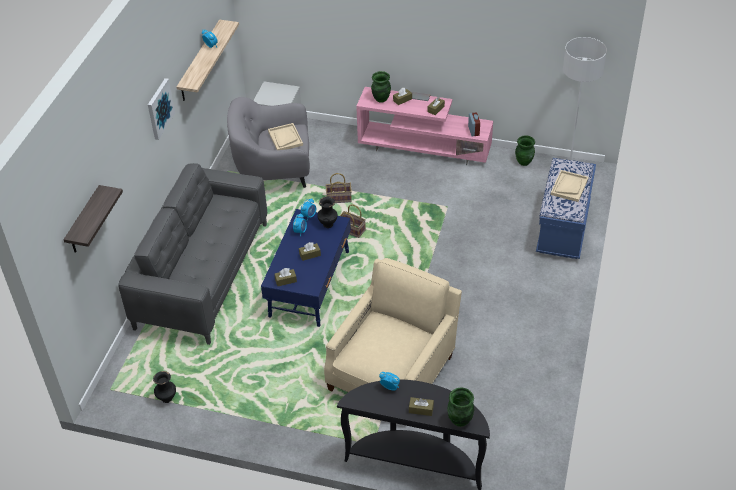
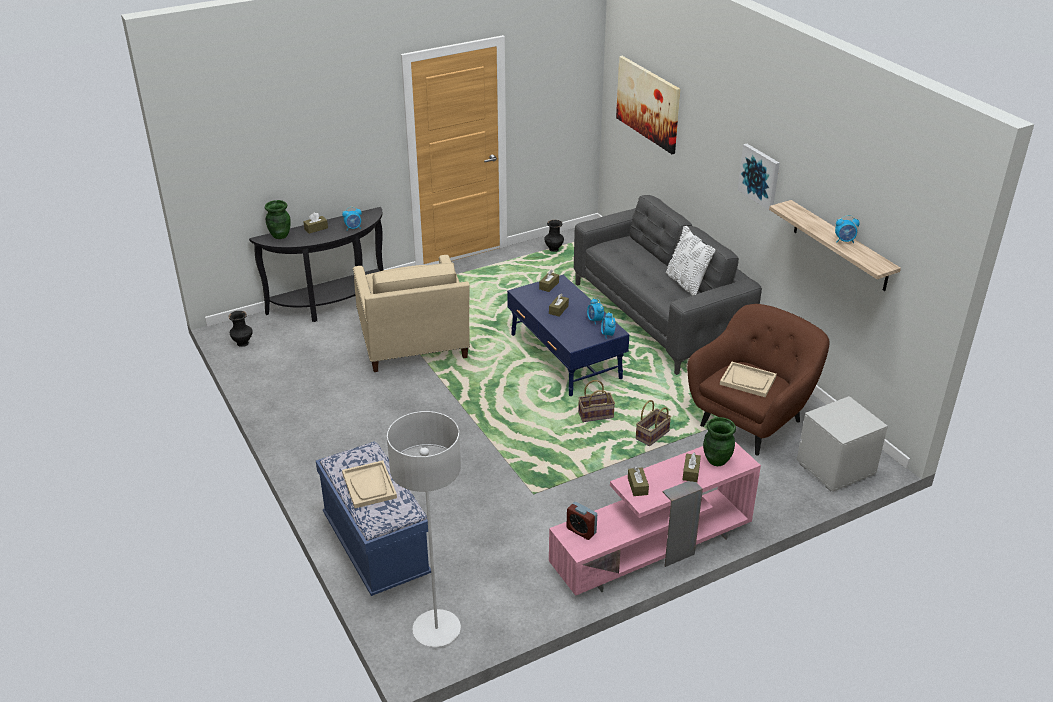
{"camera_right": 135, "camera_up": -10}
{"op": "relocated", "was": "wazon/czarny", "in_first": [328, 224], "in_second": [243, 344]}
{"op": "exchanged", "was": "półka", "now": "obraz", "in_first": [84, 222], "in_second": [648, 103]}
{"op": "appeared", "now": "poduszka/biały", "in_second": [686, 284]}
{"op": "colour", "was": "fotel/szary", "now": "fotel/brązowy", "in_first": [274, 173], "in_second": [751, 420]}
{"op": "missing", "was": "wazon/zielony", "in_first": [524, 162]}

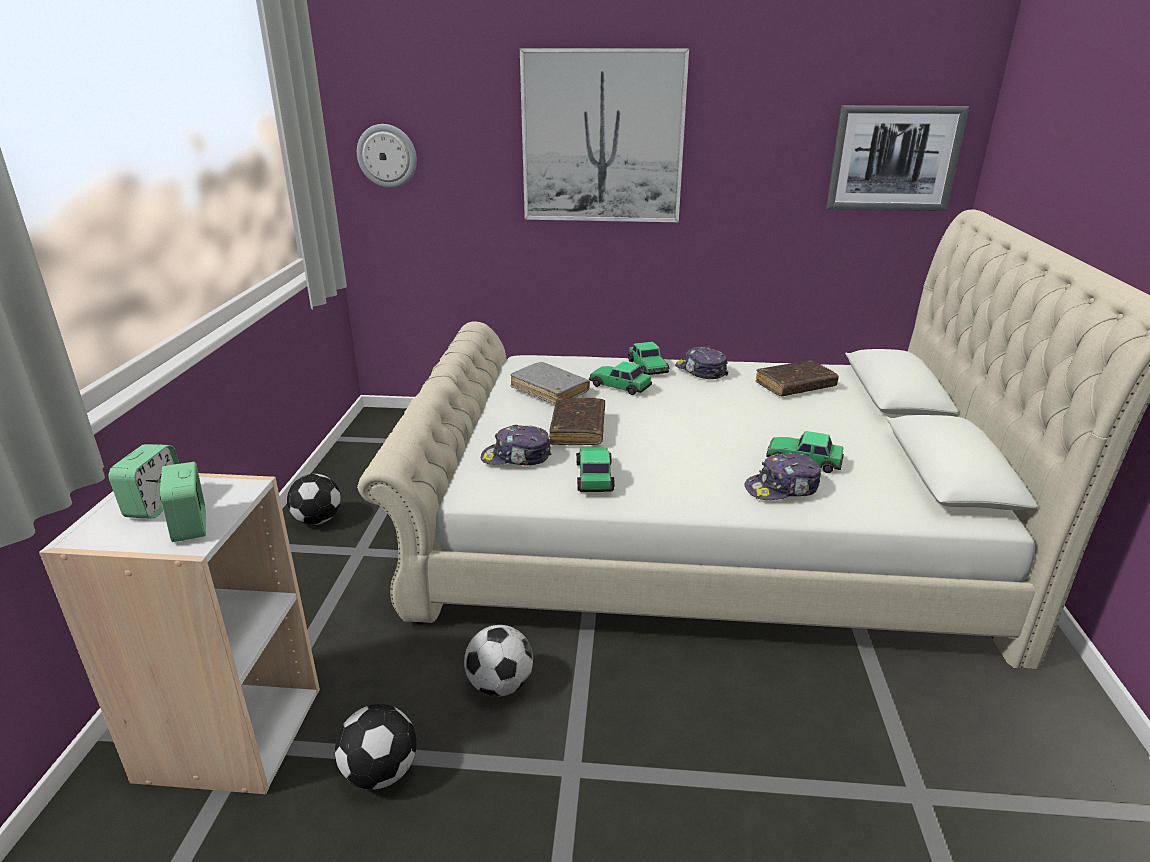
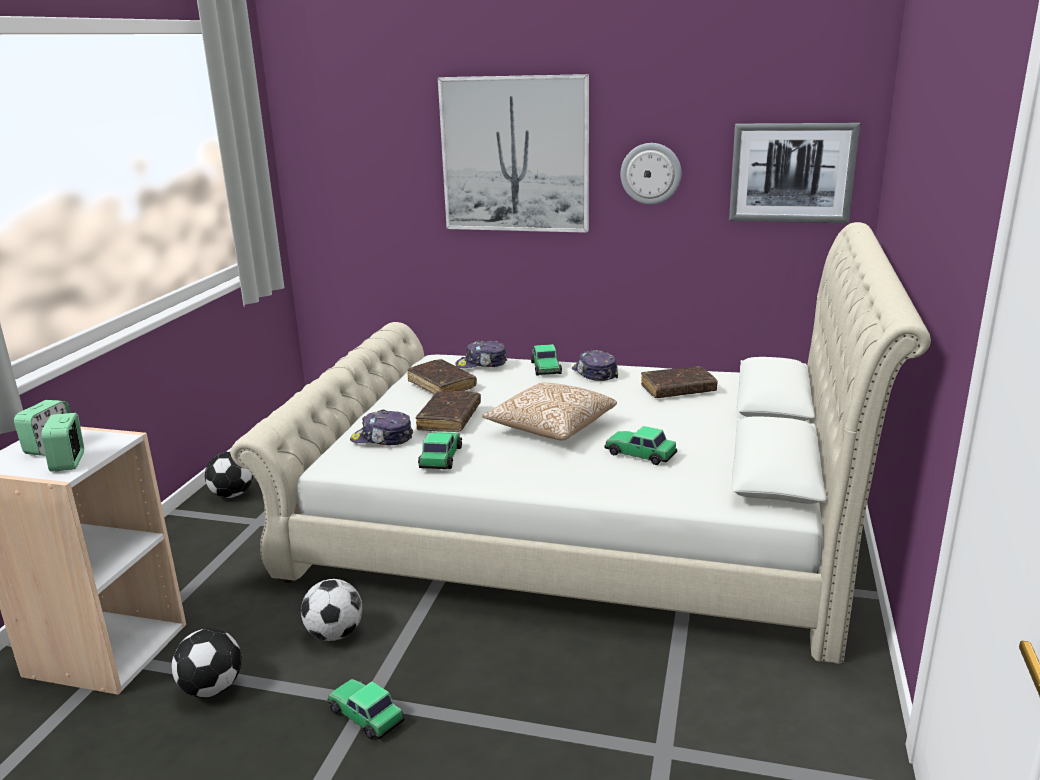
{"camera_right": 10, "camera_up": -5}
{"op": "relocated", "was": "samochodzik", "in_first": [619, 386], "in_second": [365, 715]}
{"op": "colour", "was": "książka/szary", "now": "książka/brązowy", "in_first": [549, 390], "in_second": [441, 385]}
{"op": "relocated", "was": "czapka z daszkiem", "in_first": [782, 488], "in_second": [481, 364]}
{"op": "appeared", "now": "poduszka", "in_second": [551, 427]}
{"op": "relocated", "was": "zegar ścienny", "in_first": [387, 156], "in_second": [650, 173]}

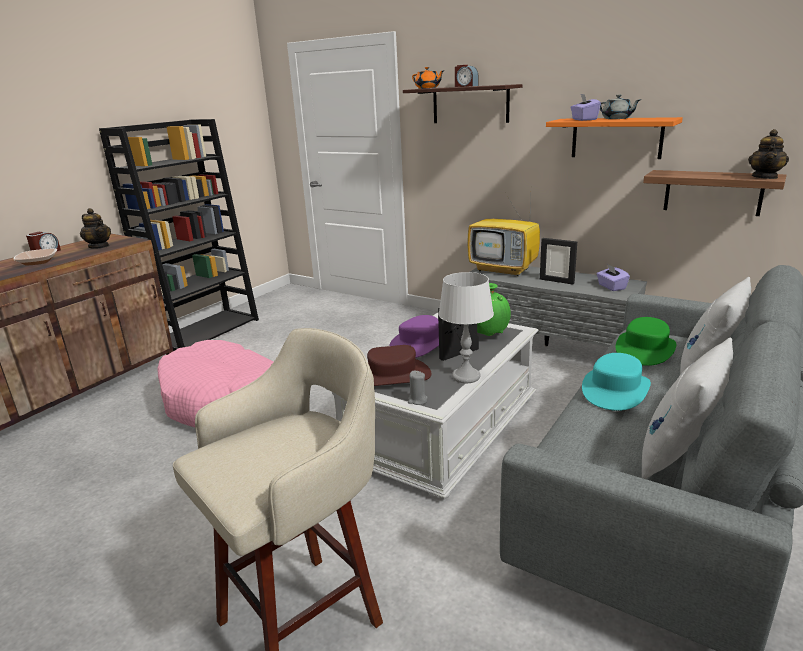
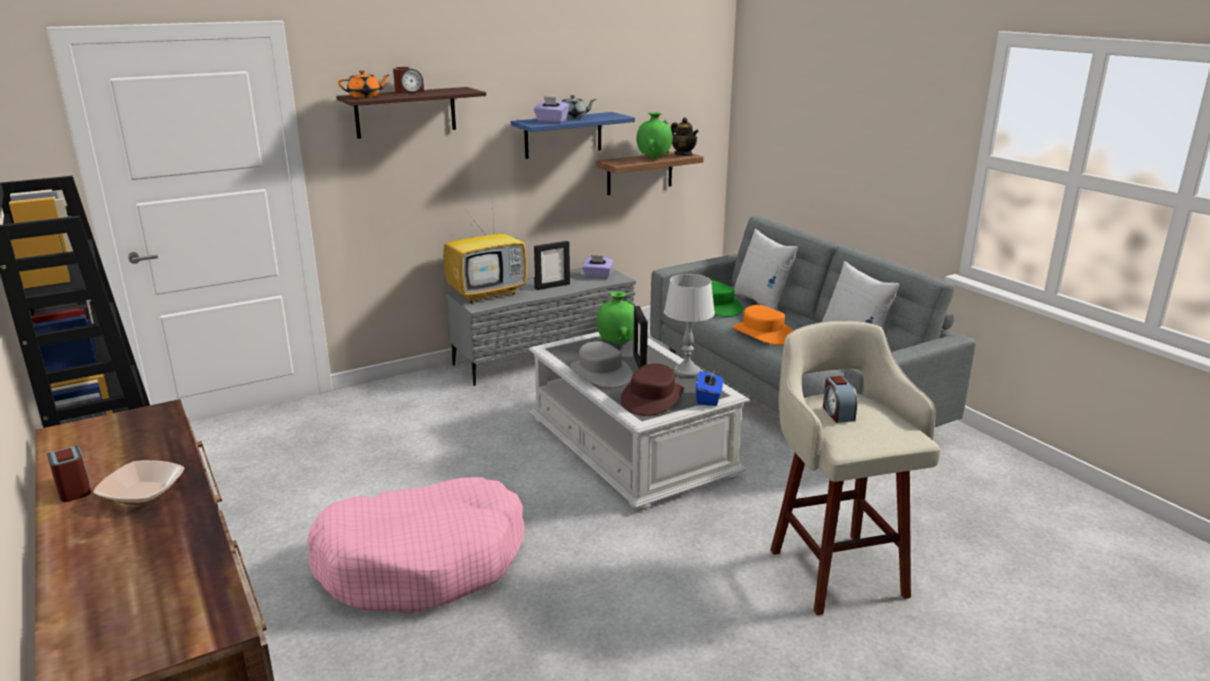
{"camera_right": -65, "camera_up": 0}
{"op": "colour", "was": "półka/pomarańczowy", "now": "półka/niebieski", "in_first": [616, 138], "in_second": [563, 135]}
{"op": "colour", "was": "kapelusz/fioletowy", "now": "kapelusz/szary", "in_first": [420, 344], "in_second": [600, 373]}
{"op": "appeared", "now": "wazon/zielony", "in_second": [654, 158]}
{"op": "exchanged", "was": "świeca/szary", "now": "pudełko chusteczek/niebieski", "in_first": [417, 400], "in_second": [708, 398]}
{"op": "colour", "was": "kapelusz/turkusowy", "now": "kapelusz/pomarańczowy", "in_first": [615, 390], "in_second": [763, 333]}
{"op": "appeared", "now": "budzik", "in_second": [837, 413]}
{"op": "missing", "was": "imbryk", "in_first": [99, 246]}

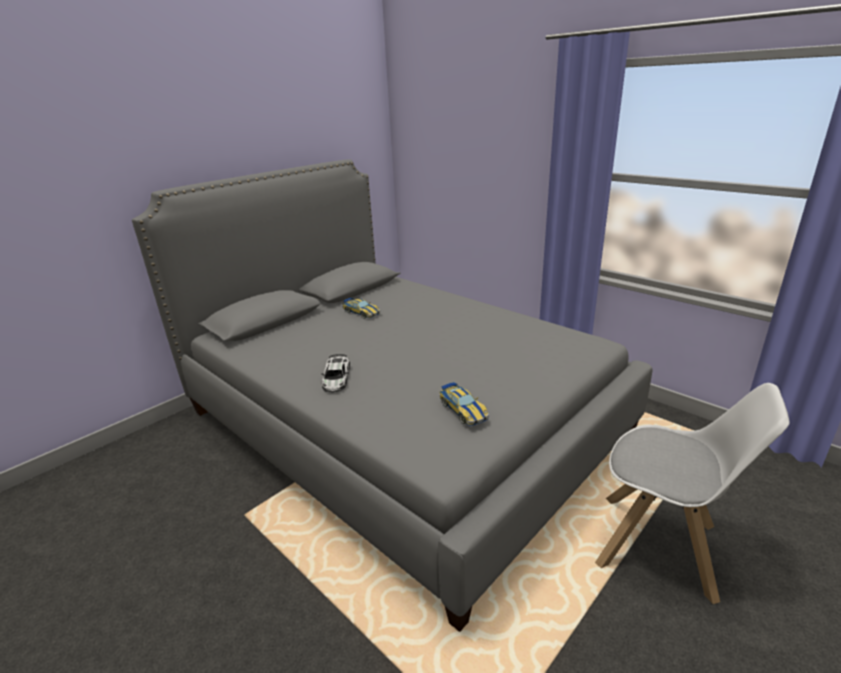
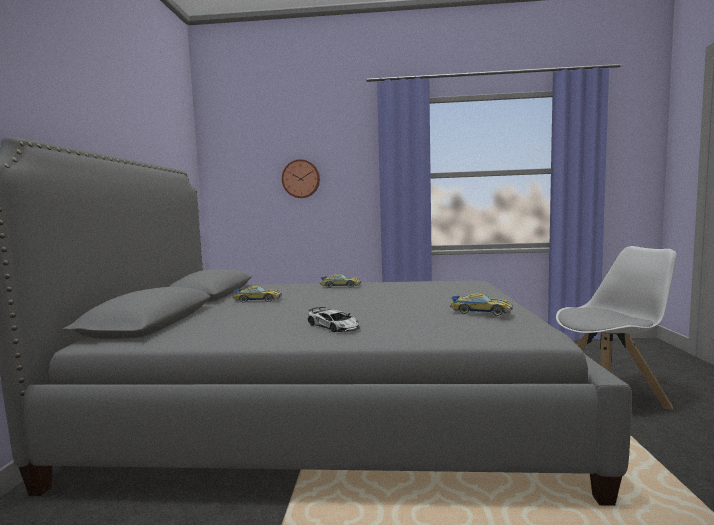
{"camera_right": -40, "camera_up": -20}
{"op": "appeared", "now": "zegar ścienny", "in_second": [301, 179]}
{"op": "appeared", "now": "samochodzik", "in_second": [340, 286]}

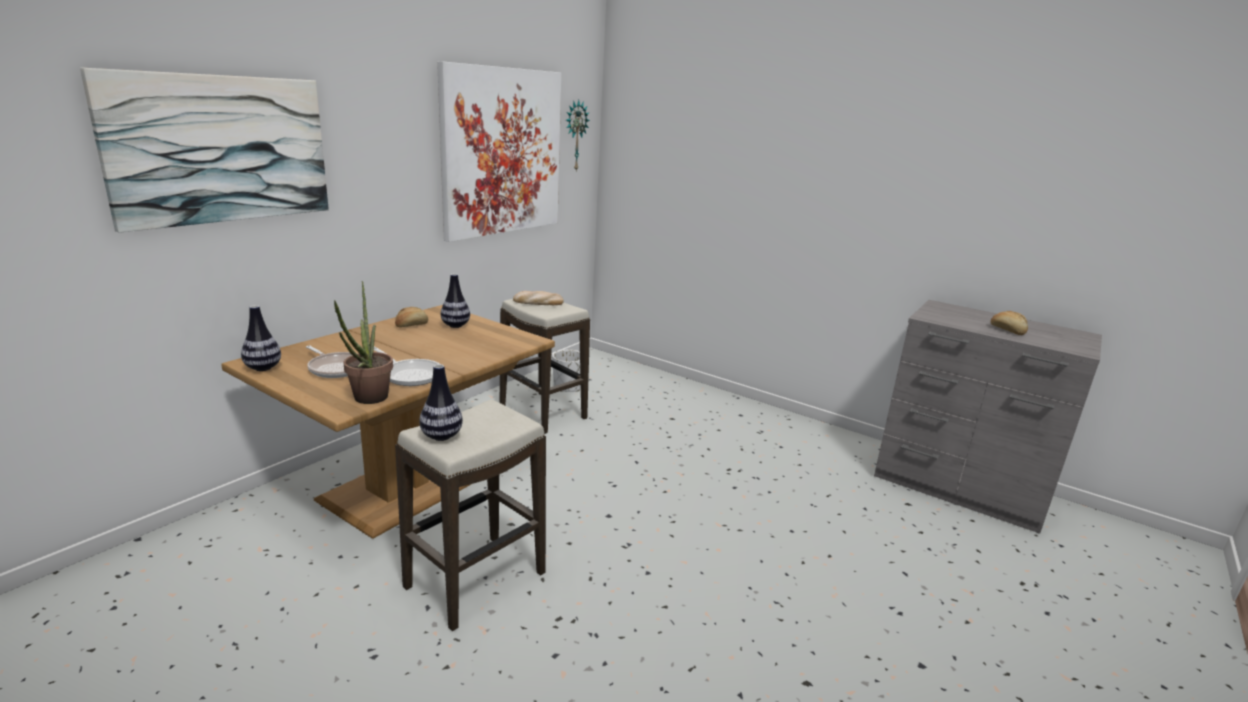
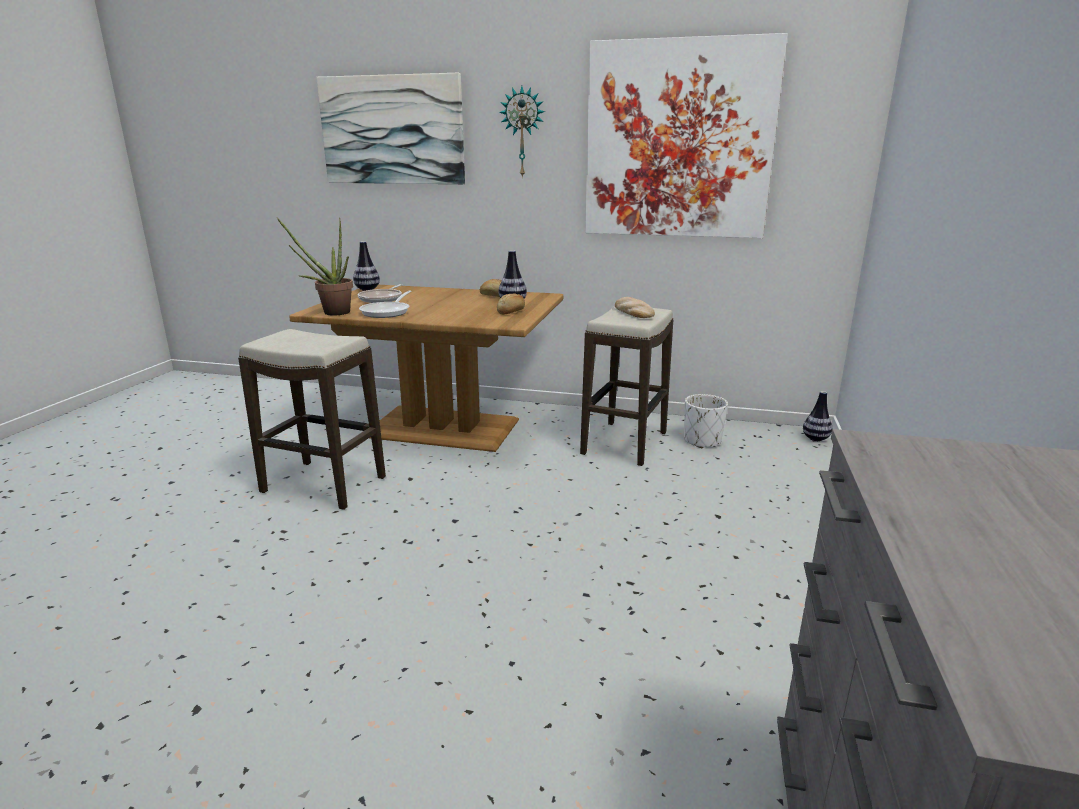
{"camera_right": 70, "camera_up": 0}
{"op": "relocated", "was": "chleb", "in_first": [1007, 330], "in_second": [511, 312]}
{"op": "relocated", "was": "zegar ścienny", "in_first": [575, 136], "in_second": [523, 132]}
{"op": "relocated", "was": "wazon", "in_first": [441, 436], "in_second": [815, 439]}

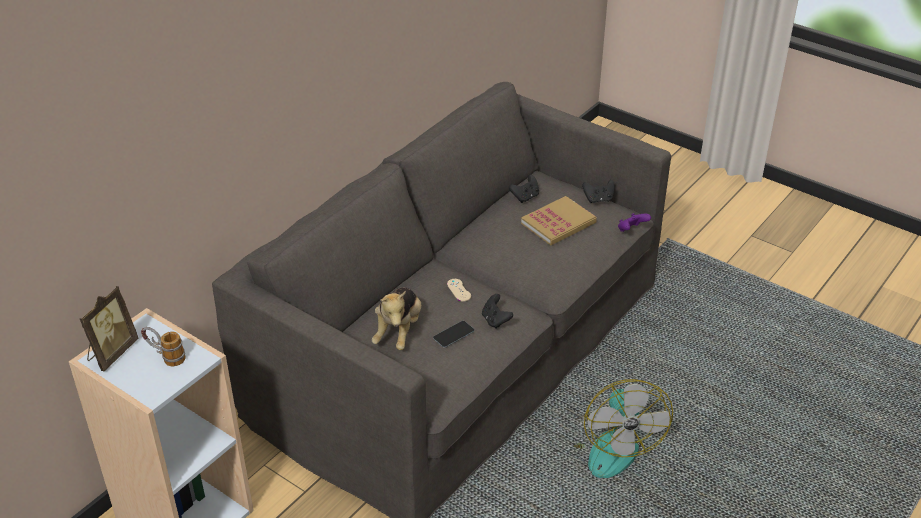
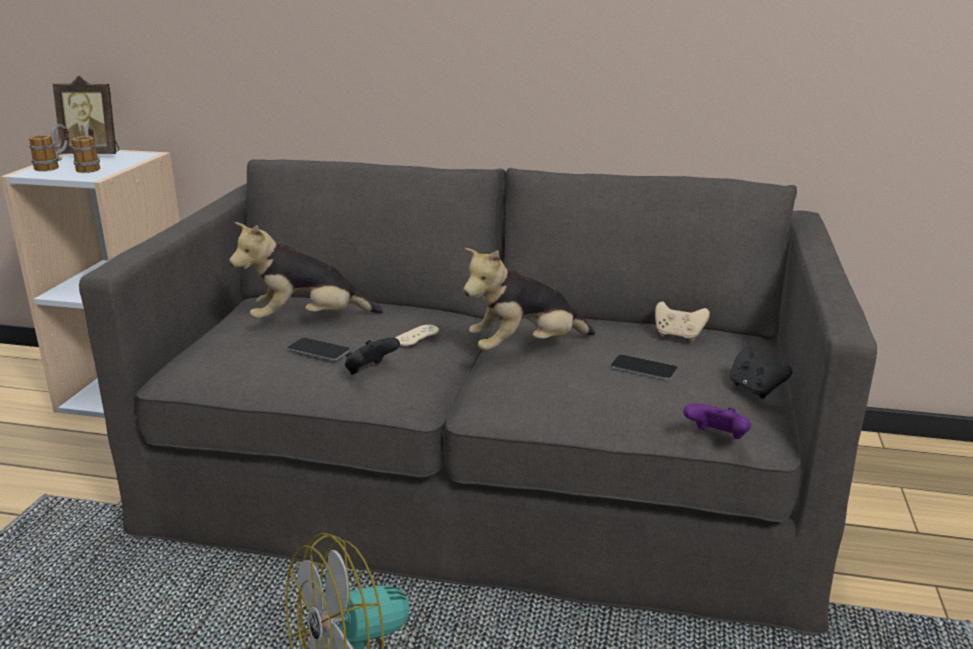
{"camera_right": 65, "camera_up": -15}
{"op": "appeared", "now": "kubek", "in_second": [55, 166]}
{"op": "appeared", "now": "pluszak", "in_second": [525, 348]}
{"op": "exchanged", "was": "książka", "now": "telefon", "in_first": [558, 223], "in_second": [643, 368]}
{"op": "colour", "was": "pad do gier/czarny", "now": "pad do gier/beżowy", "in_first": [525, 197], "in_second": [678, 336]}

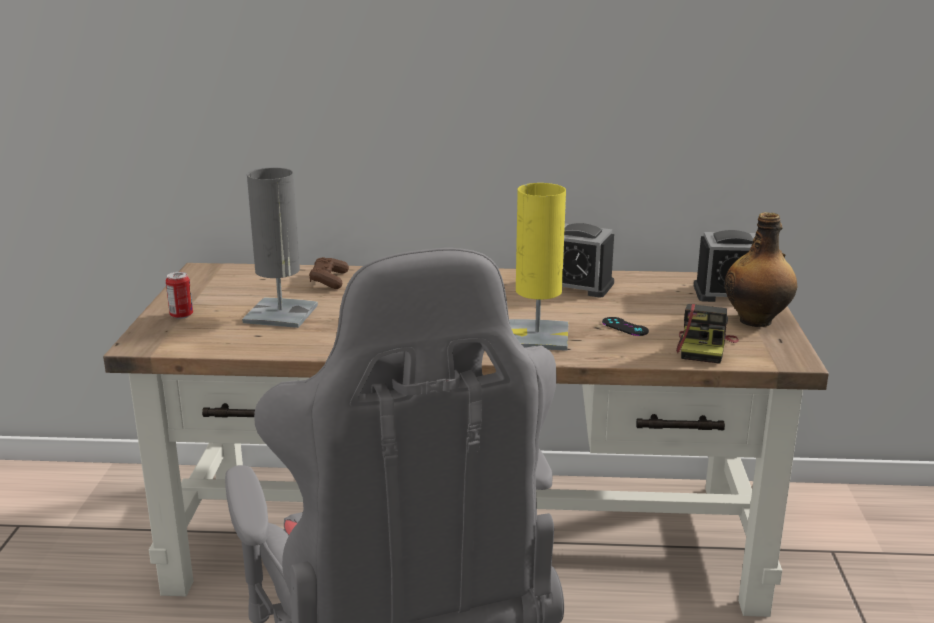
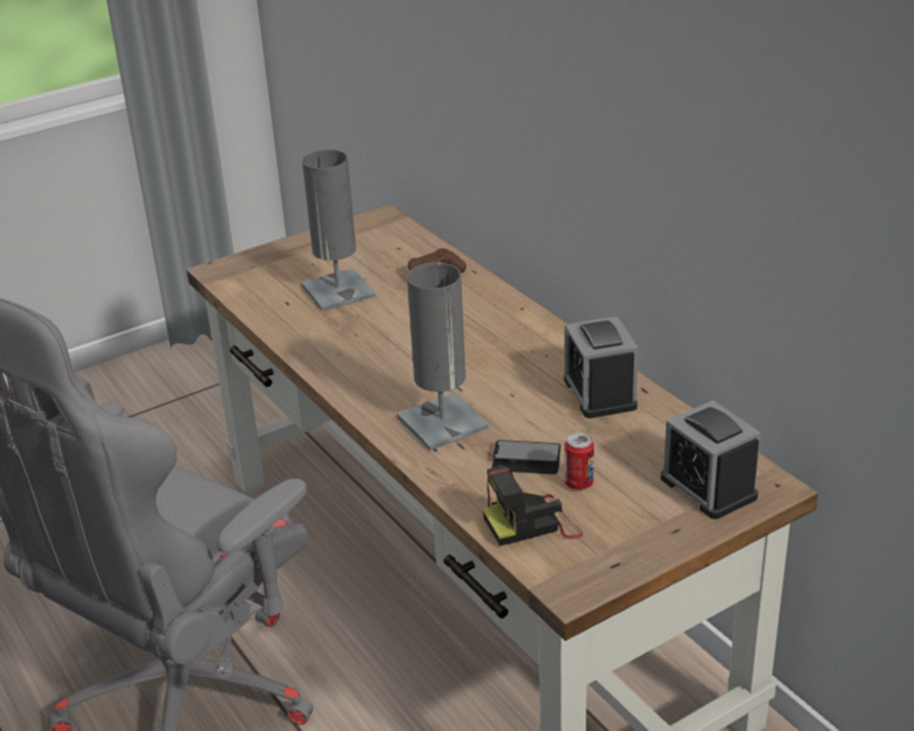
{"camera_right": 55, "camera_up": 10}
{"op": "colour", "was": "lampa stołowa/żółty", "now": "lampa stołowa/szary", "in_first": [537, 336], "in_second": [442, 423]}
{"op": "exchanged", "was": "pad do gier/czarny", "now": "telefon", "in_first": [625, 327], "in_second": [526, 459]}
{"op": "relocated", "was": "puszka", "in_first": [181, 315], "in_second": [579, 483]}
{"op": "missing", "was": "butelka", "in_first": [757, 320]}

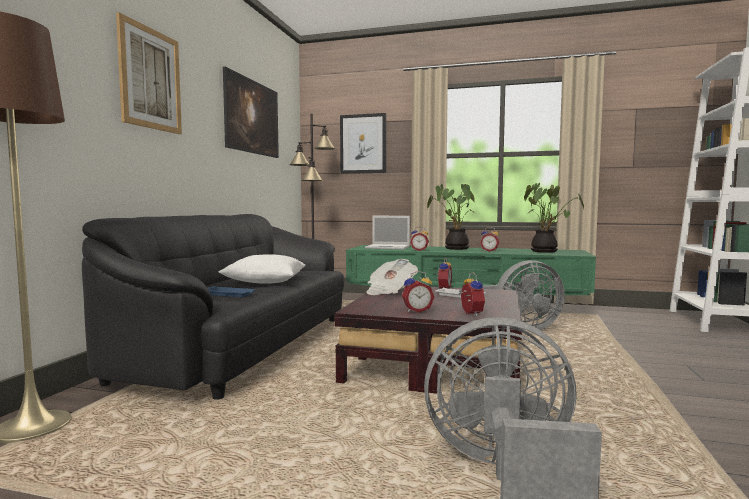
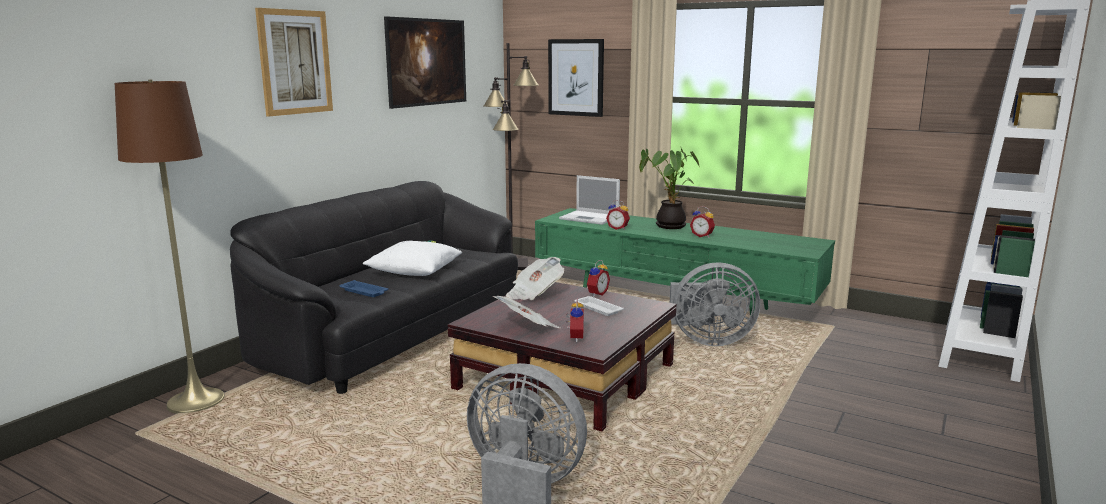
{"camera_right": 15, "camera_up": 10}
{"op": "exchanged", "was": "budzik", "now": "gazeta", "in_first": [417, 310], "in_second": [527, 328]}
{"op": "missing", "was": "roślina doniczkowa", "in_first": [546, 251]}

